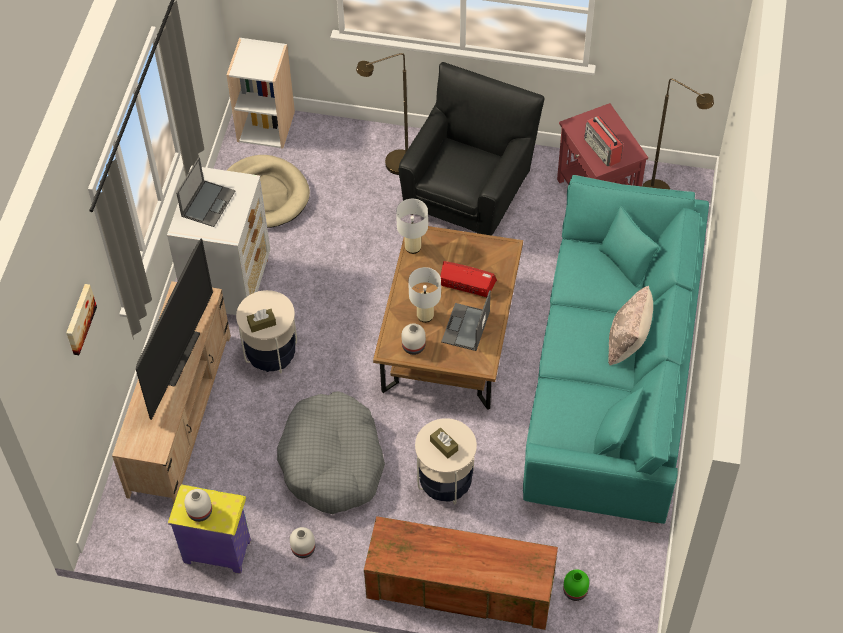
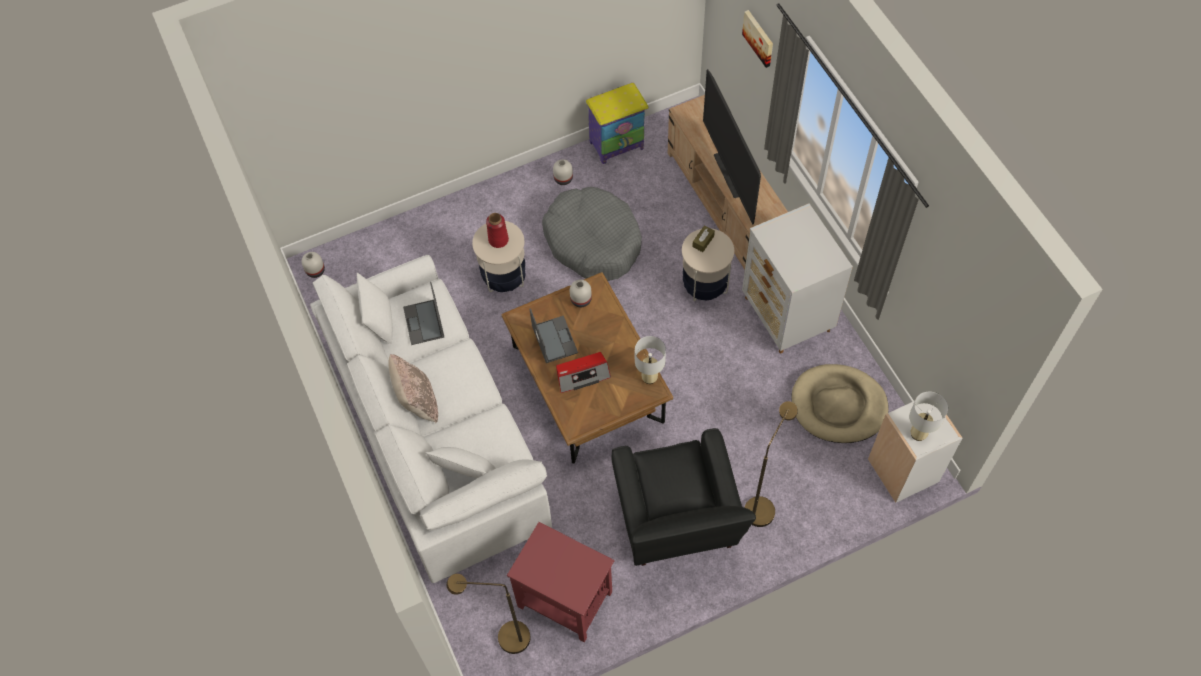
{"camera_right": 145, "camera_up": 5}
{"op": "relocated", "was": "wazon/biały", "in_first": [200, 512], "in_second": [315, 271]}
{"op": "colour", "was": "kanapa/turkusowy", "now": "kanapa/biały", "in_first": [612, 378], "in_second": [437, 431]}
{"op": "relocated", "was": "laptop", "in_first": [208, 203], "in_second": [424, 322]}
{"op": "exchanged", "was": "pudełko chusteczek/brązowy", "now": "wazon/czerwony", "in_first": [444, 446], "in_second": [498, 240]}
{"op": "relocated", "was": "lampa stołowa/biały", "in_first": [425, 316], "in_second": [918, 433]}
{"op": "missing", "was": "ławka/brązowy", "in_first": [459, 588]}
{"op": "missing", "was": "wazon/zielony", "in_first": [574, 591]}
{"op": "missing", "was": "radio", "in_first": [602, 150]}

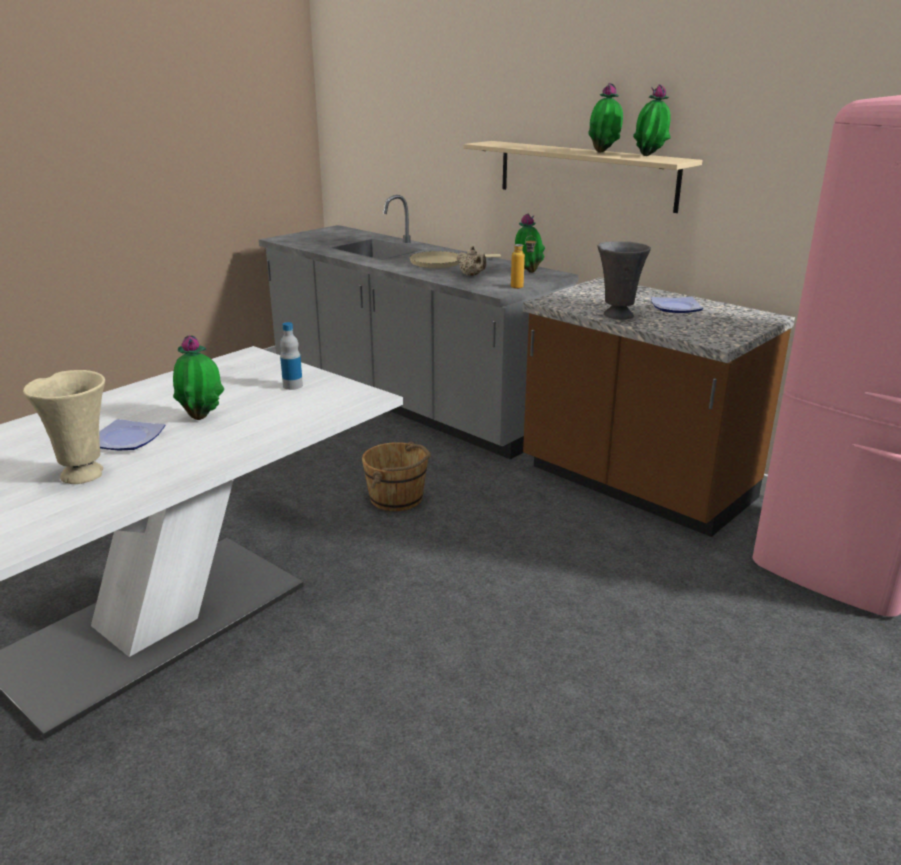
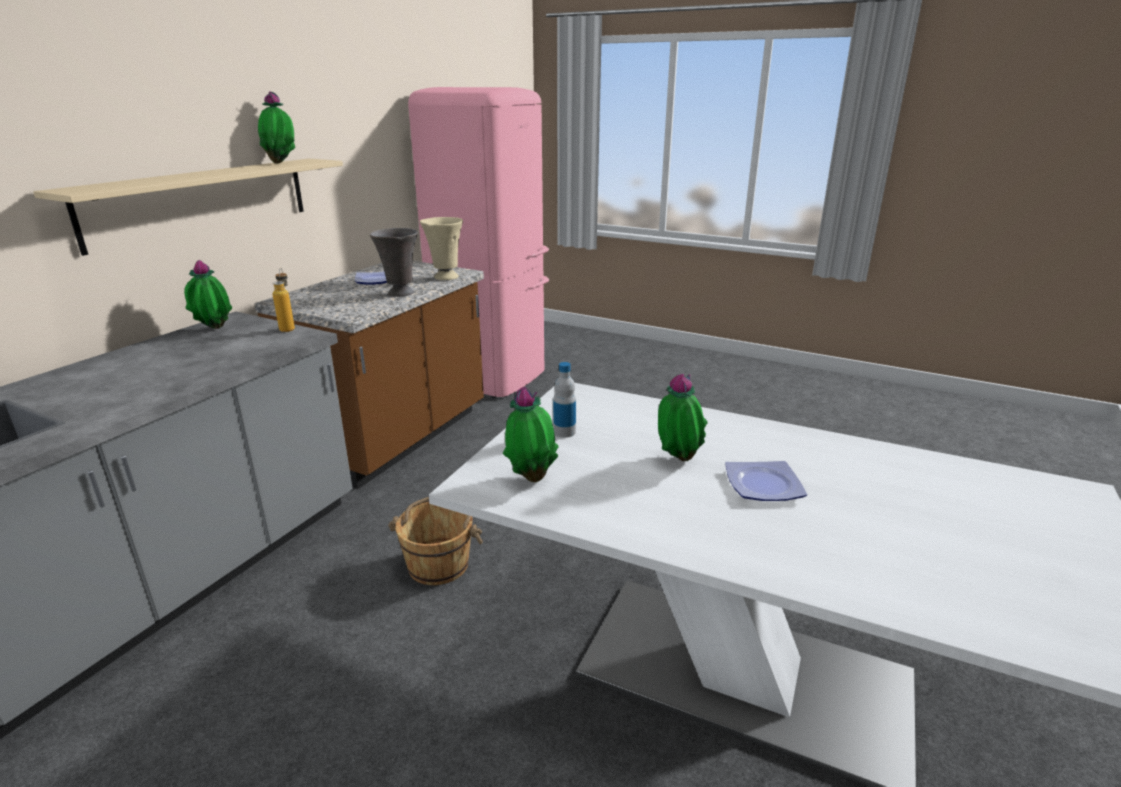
{"camera_right": -105, "camera_up": 0}
{"op": "relocated", "was": "wazon/beżowy", "in_first": [84, 474], "in_second": [445, 277]}
{"op": "relocated", "was": "roślina doniczkowa", "in_first": [604, 152], "in_second": [531, 477]}
{"op": "missing", "was": "patelnia/beżowy", "in_first": [441, 263]}
{"op": "missing", "was": "imbryk/beżowy", "in_first": [471, 275]}

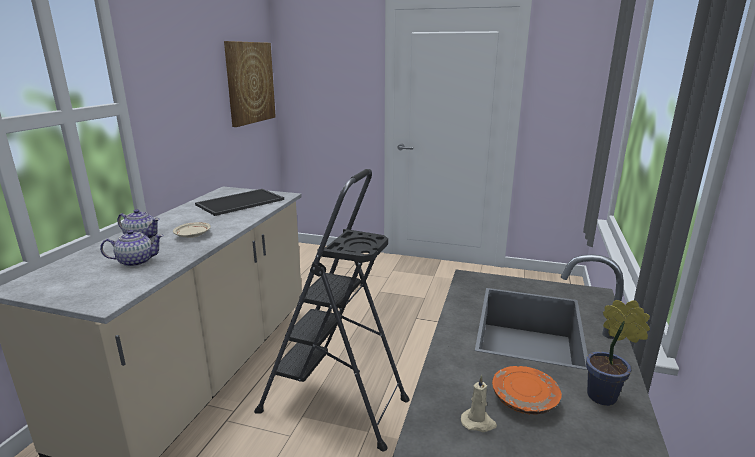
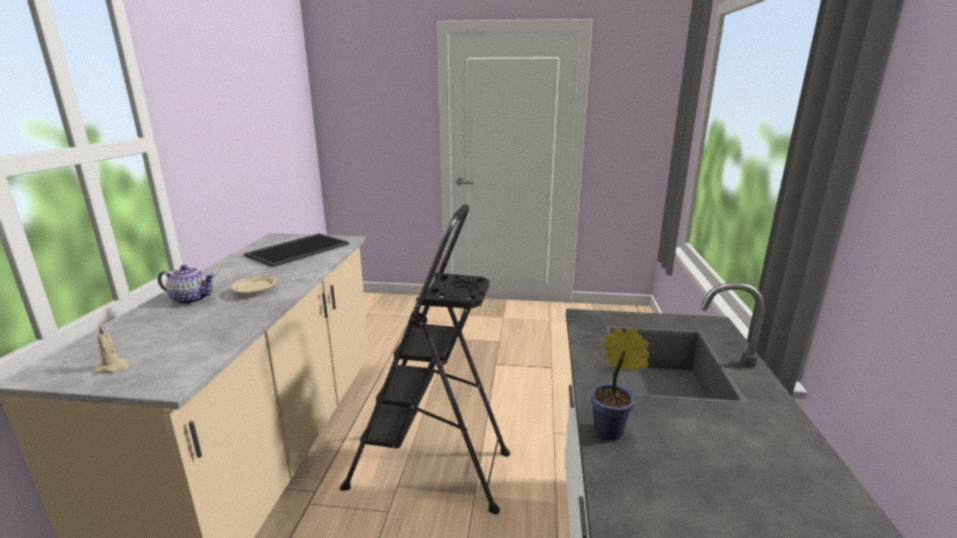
{"camera_right": -10, "camera_up": 0}
{"op": "relocated", "was": "świeca/beżowy", "in_first": [478, 422], "in_second": [114, 367]}
{"op": "relocated", "was": "roślina doniczkowa", "in_first": [606, 398], "in_second": [612, 432]}
{"op": "missing", "was": "imbryk", "in_first": [136, 261]}
{"op": "missing", "was": "obraz", "in_first": [250, 83]}
{"op": "missing", "was": "talerz/pomarańczowy", "in_first": [524, 399]}

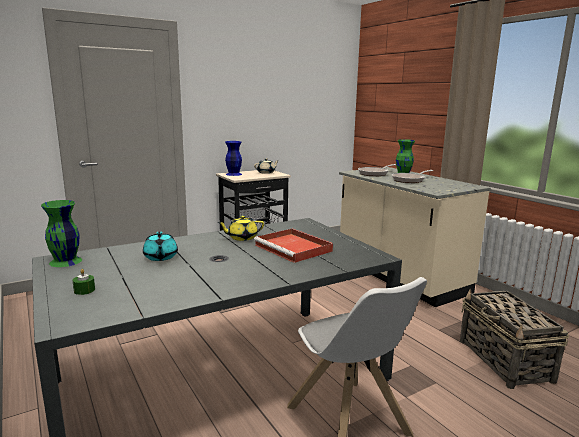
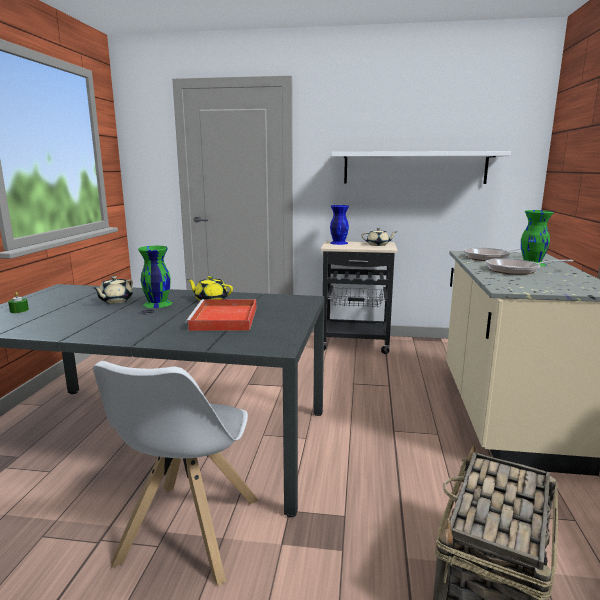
{"camera_right": 40, "camera_up": 0}
{"op": "colour", "was": "imbryk/turkusowy", "now": "imbryk/beżowy", "in_first": [160, 257], "in_second": [115, 301]}
{"op": "relocated", "was": "wazon/zielony", "in_first": [65, 261], "in_second": [157, 304]}
{"op": "appeared", "now": "półka/biały", "in_second": [414, 168]}

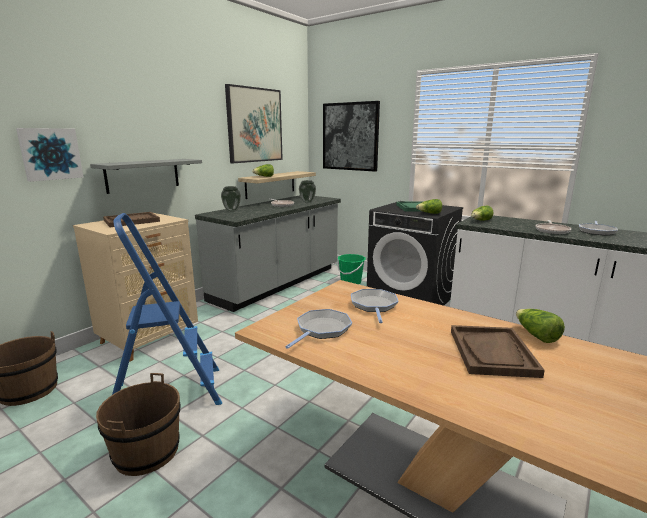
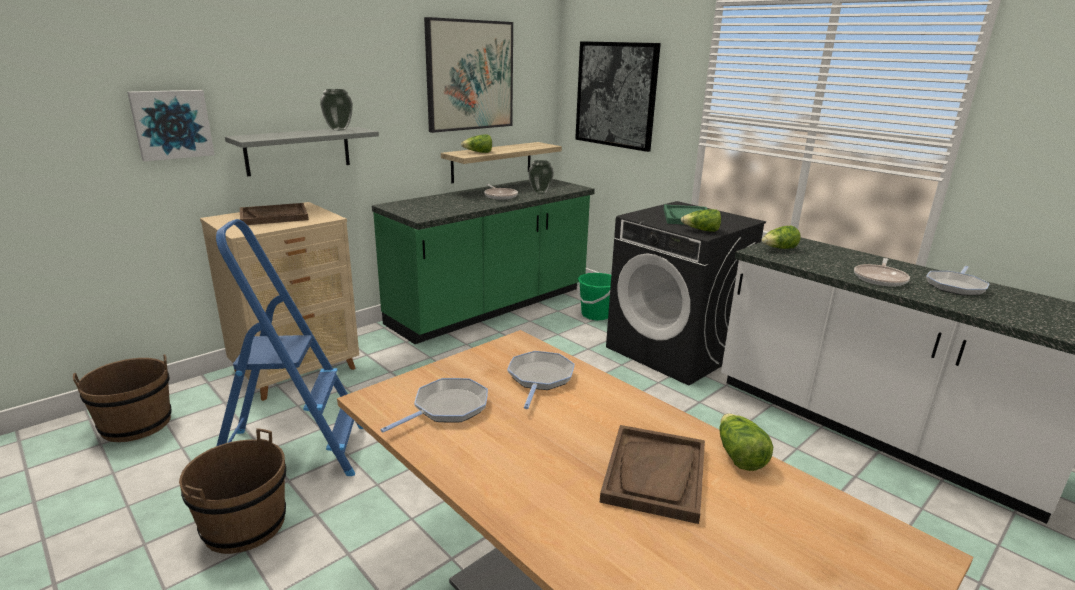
{"camera_right": 10, "camera_up": 5}
{"op": "relocated", "was": "wazon", "in_first": [231, 211], "in_second": [339, 129]}
{"op": "colour", "was": "zabudowa kuchenna/szary", "now": "zabudowa kuchenna/zielony", "in_first": [278, 284], "in_second": [491, 307]}

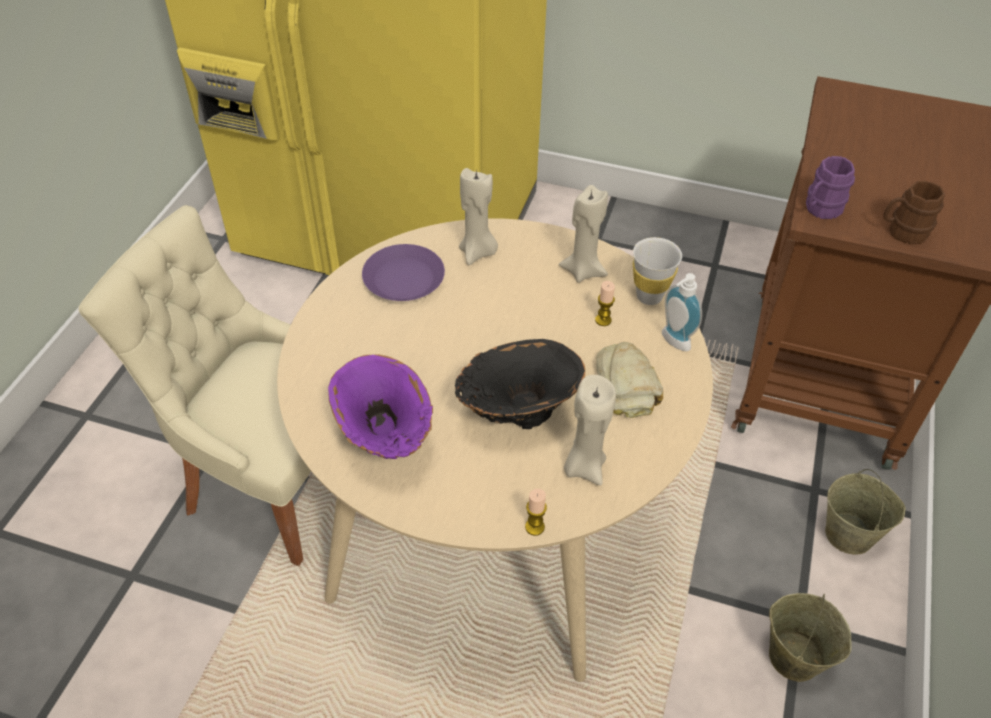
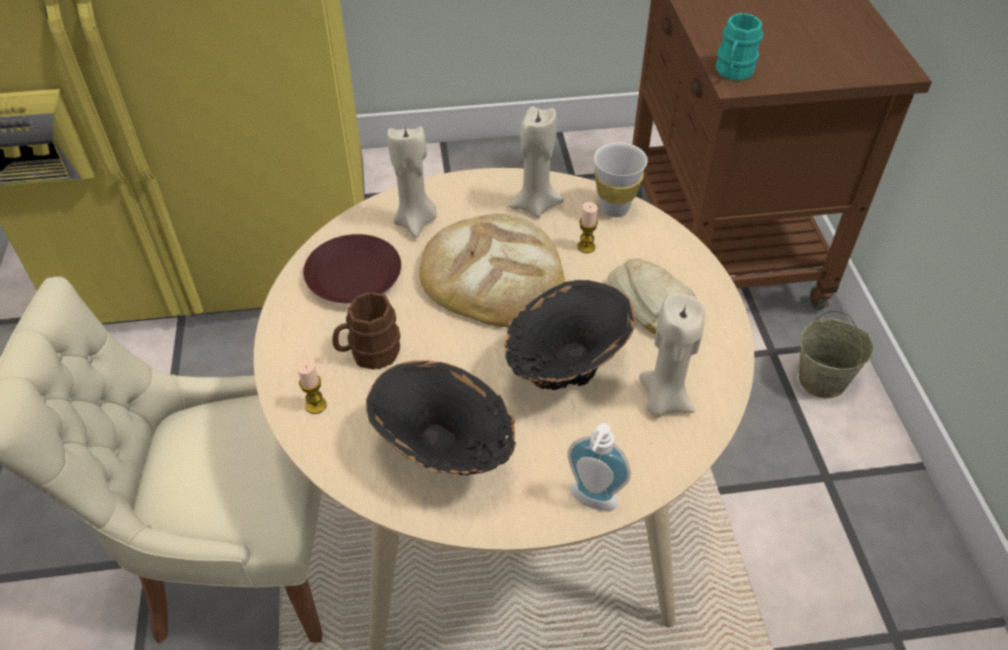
{"camera_right": -25, "camera_up": 0}
{"op": "relocated", "was": "świeca", "in_first": [534, 527], "in_second": [316, 405]}
{"op": "colour", "was": "talerz/fioletowy", "now": "talerz/brązowy", "in_first": [403, 280], "in_second": [353, 277]}
{"op": "relocated", "was": "kubek/brązowy", "in_first": [902, 232], "in_second": [369, 353]}
{"op": "colour", "was": "wazon/fioletowy", "now": "wazon/czarny", "in_first": [384, 443], "in_second": [444, 459]}
{"op": "appeared", "now": "chleb", "in_second": [493, 276]}
{"op": "relocated", "was": "dozownik mydła", "in_first": [672, 342], "in_second": [591, 502]}
{"op": "colour", "was": "kubek/fioletowy", "now": "kubek/turkusowy", "in_first": [820, 209], "in_second": [732, 72]}
{"op": "missing", "was": "wiadro/beżowy", "in_first": [793, 656]}

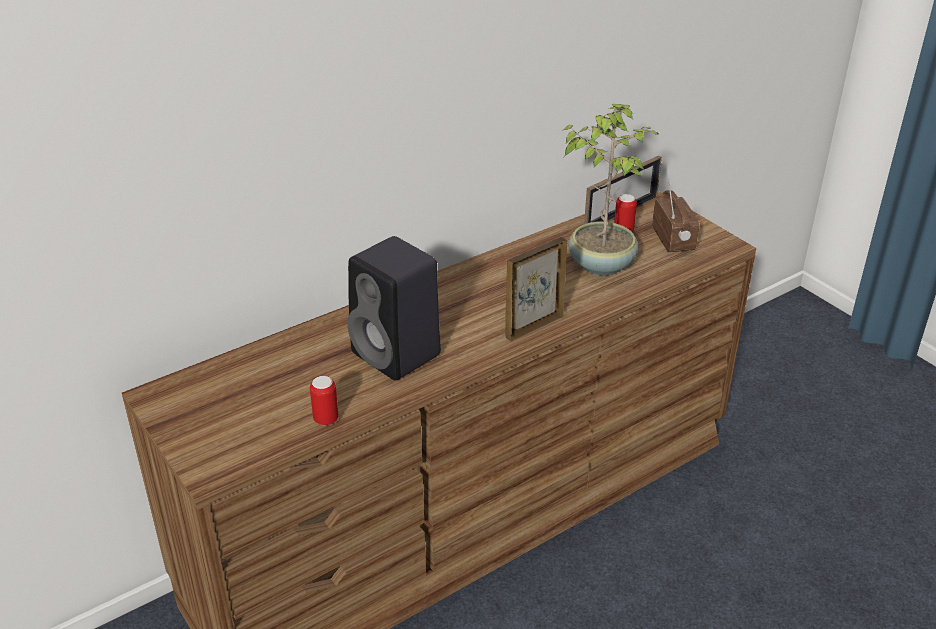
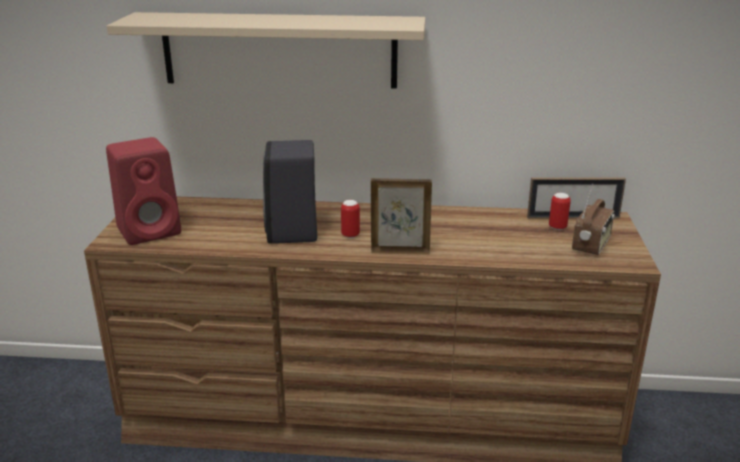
{"camera_right": 40, "camera_up": -10}
{"op": "appeared", "now": "głośnik/czerwony", "in_second": [151, 230]}
{"op": "appeared", "now": "półka/beżowy", "in_second": [279, 50]}
{"op": "relocated", "was": "puszka", "in_first": [326, 419], "in_second": [350, 235]}
{"op": "missing", "was": "roślina doniczkowa", "in_first": [602, 263]}

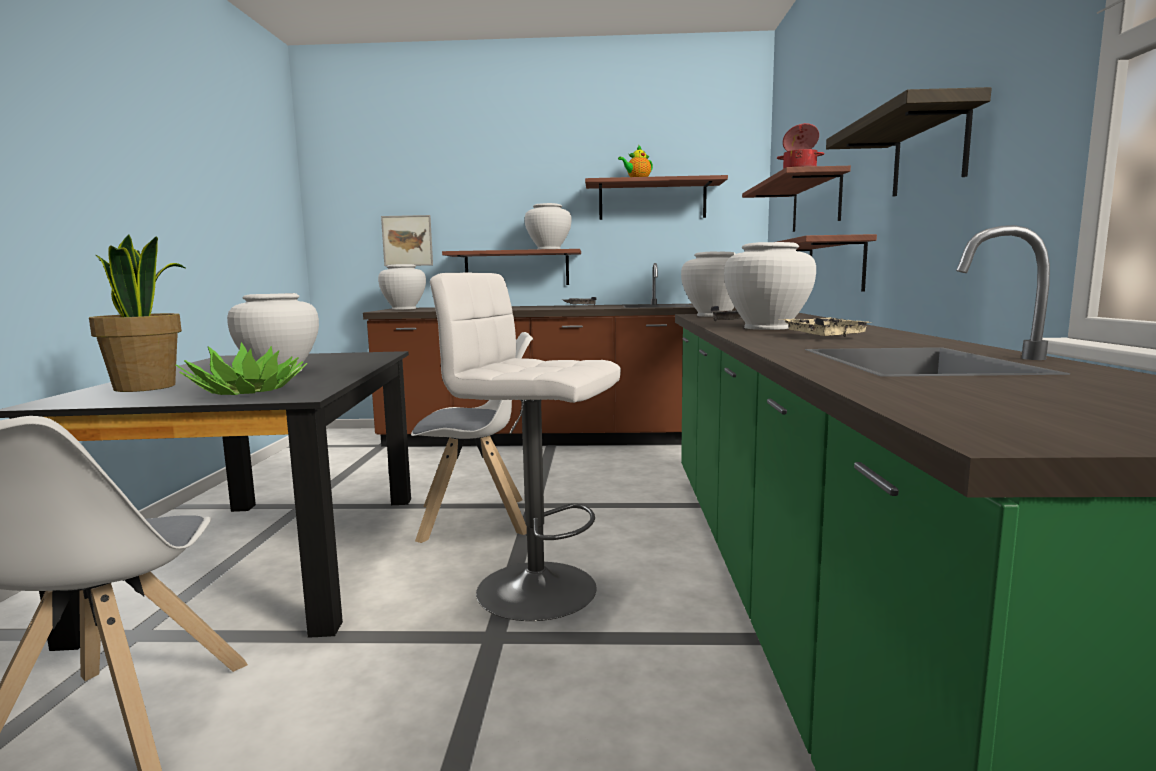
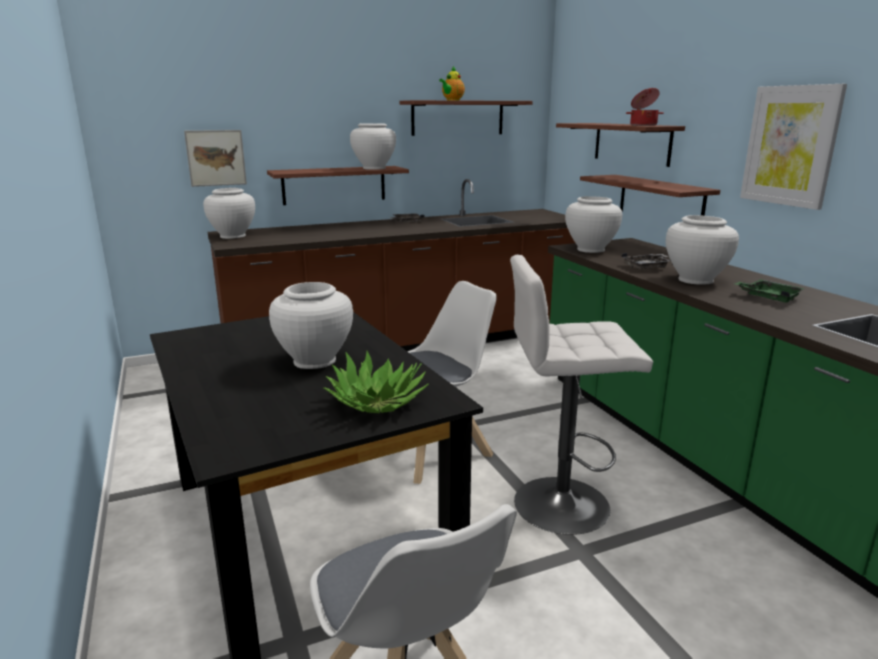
{"camera_right": -25, "camera_up": 10}
{"op": "colour", "was": "taca/beżowy", "now": "taca/zielony", "in_first": [822, 336], "in_second": [769, 297]}
{"op": "exchanged", "was": "półka", "now": "obraz", "in_first": [929, 152], "in_second": [790, 146]}
{"op": "missing", "was": "roślina doniczkowa", "in_first": [146, 387]}

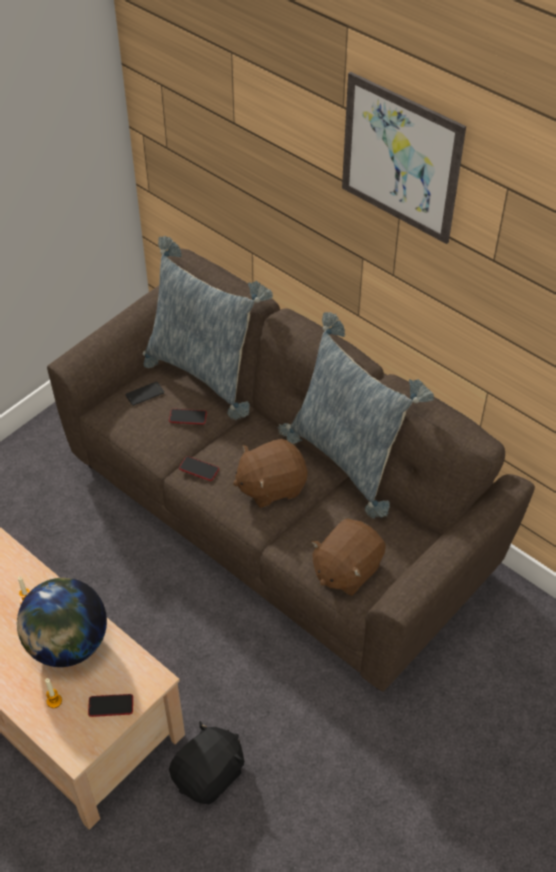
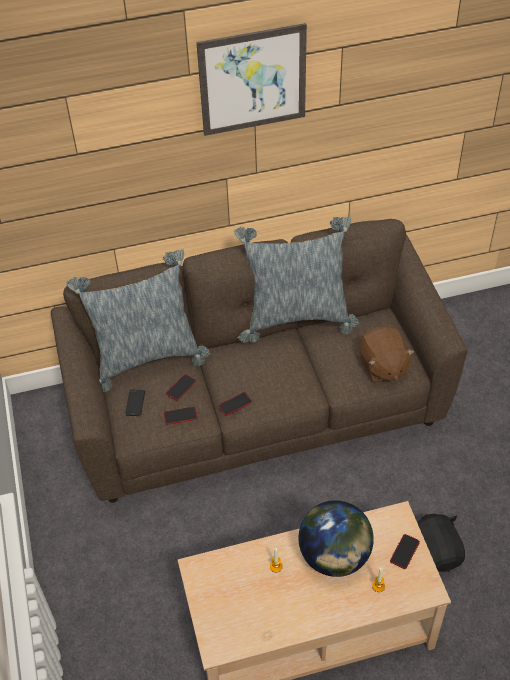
{"camera_right": -55, "camera_up": 0}
{"op": "appeared", "now": "telefon", "in_second": [180, 416]}
{"op": "missing", "was": "pluszak/brązowy", "in_first": [271, 486]}

